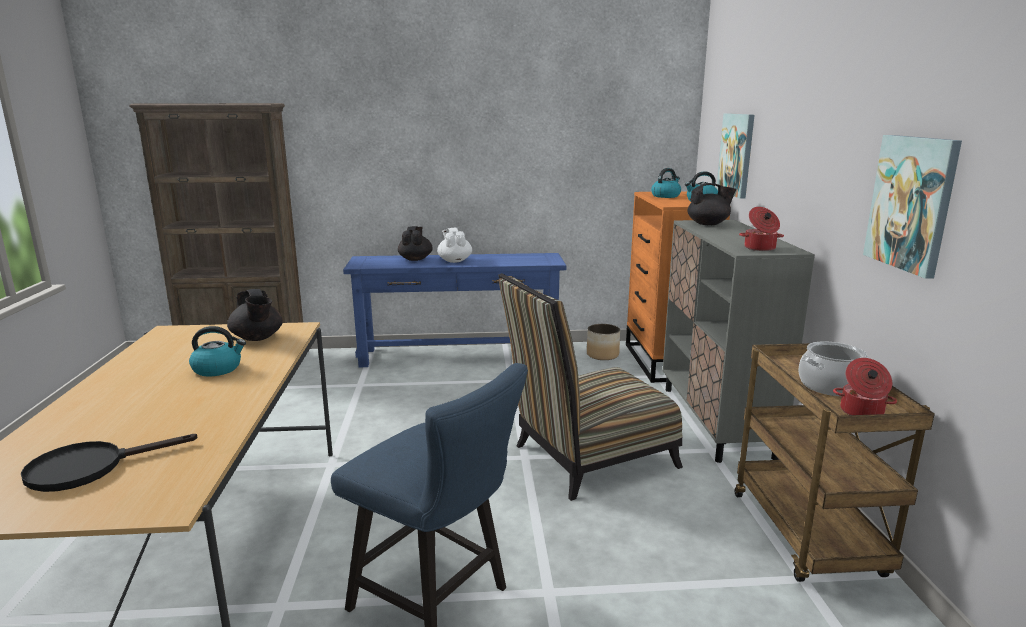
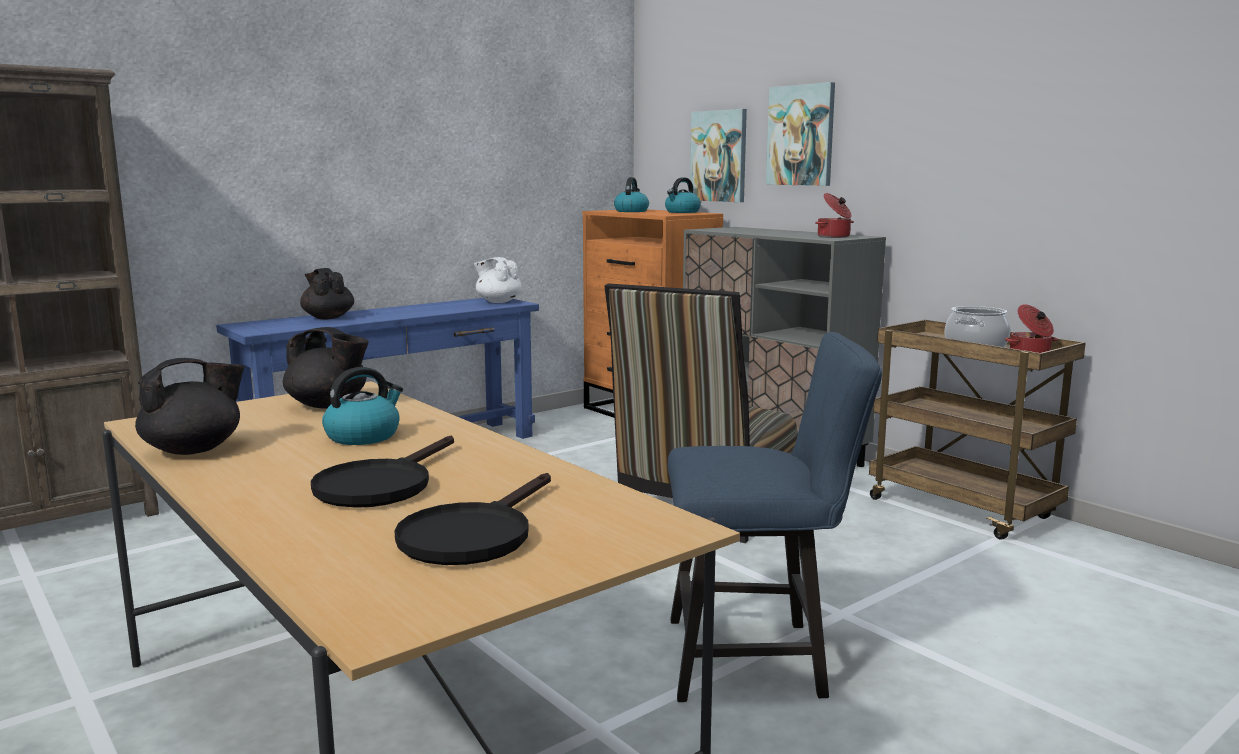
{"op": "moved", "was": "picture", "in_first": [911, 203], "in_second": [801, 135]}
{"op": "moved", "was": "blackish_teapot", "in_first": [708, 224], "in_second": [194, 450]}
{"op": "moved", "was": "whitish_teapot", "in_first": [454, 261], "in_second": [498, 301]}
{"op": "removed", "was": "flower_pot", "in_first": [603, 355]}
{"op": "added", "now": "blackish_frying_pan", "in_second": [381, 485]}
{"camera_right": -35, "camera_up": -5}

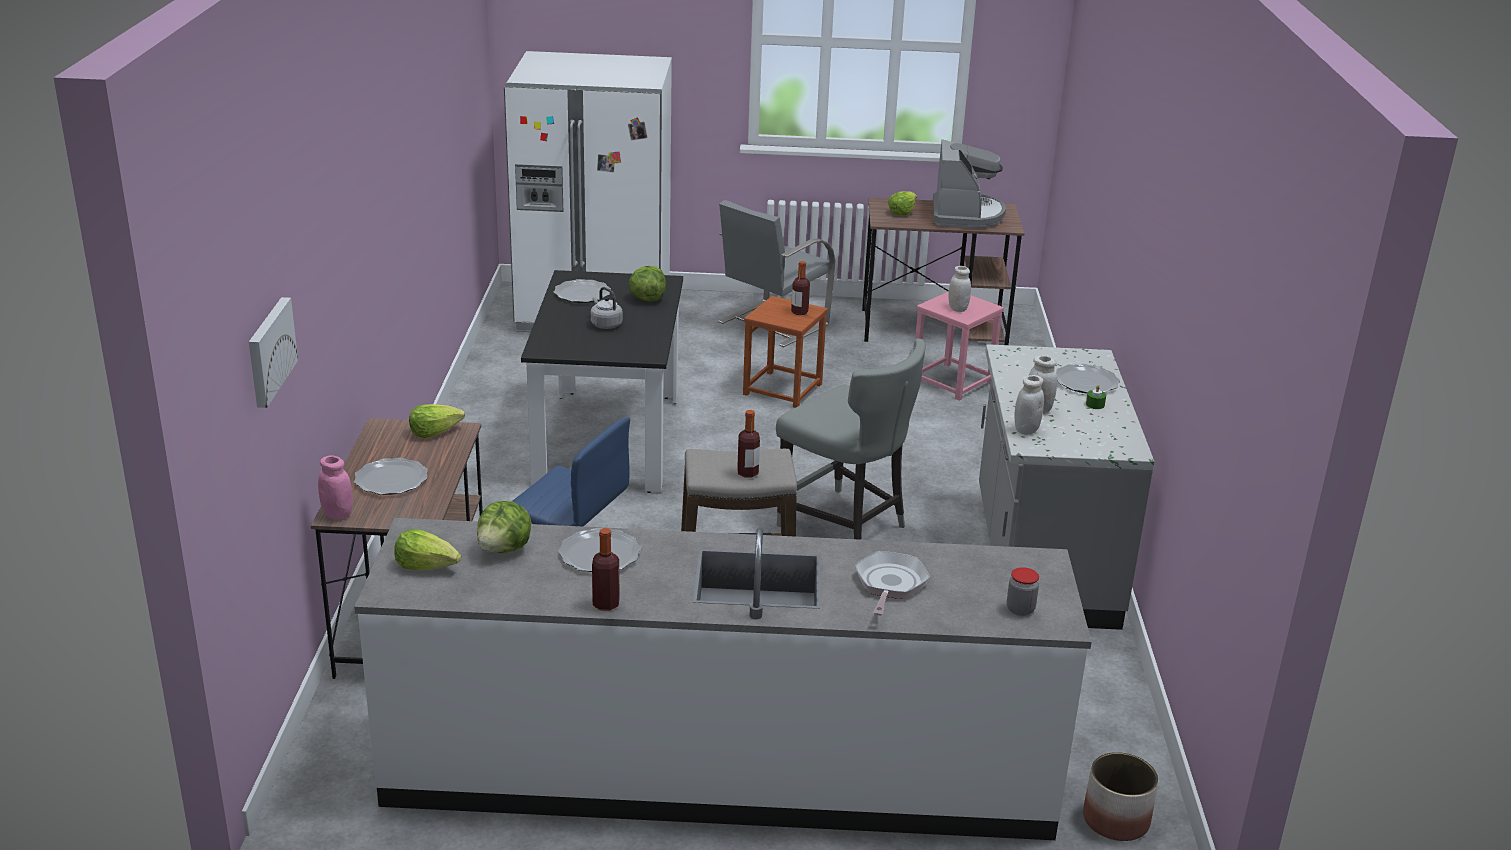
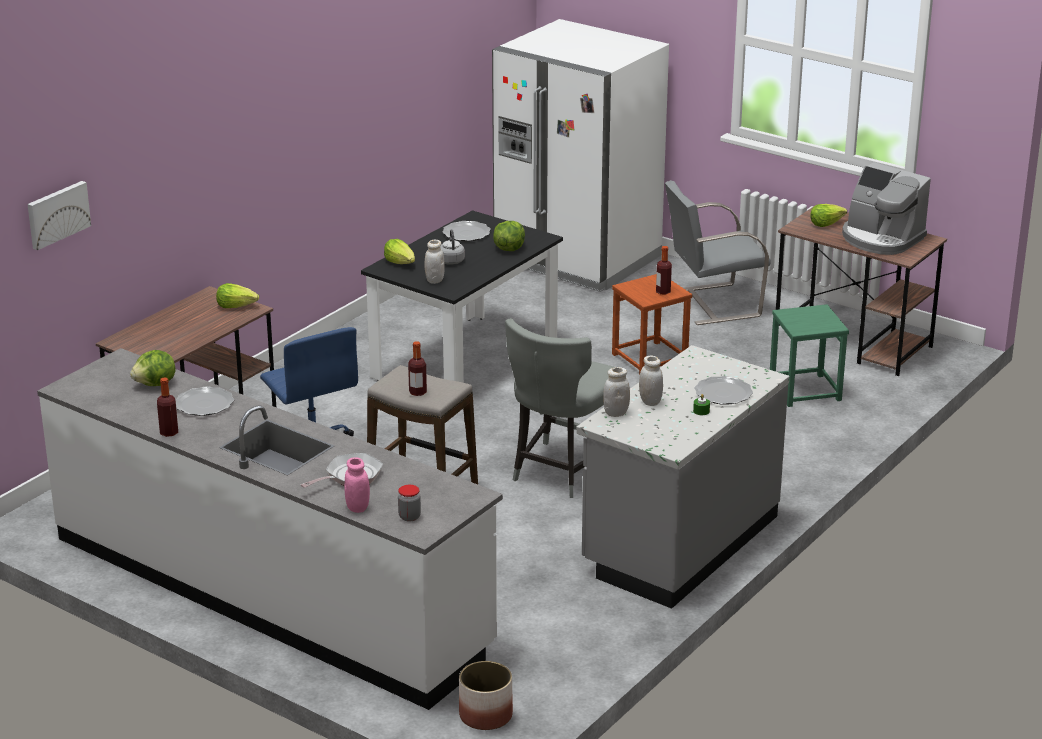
{"op": "turned", "was": "coffee_brewer", "in_first": [966, 215], "in_second": [881, 239], "clockwise": 90}
{"op": "moved", "was": "whitish_jar", "in_first": [957, 309], "in_second": [434, 280]}
{"op": "recoloured", "was": "pink-coloured_sitting_stool", "now": "green_sitting_stool", "in_first": [952, 381], "in_second": [804, 390]}
{"op": "turned", "was": "grey_upright_chair", "in_first": [845, 525], "in_second": [560, 471], "clockwise": 45}
{"op": "moved", "was": "pink-coloured_jar", "in_first": [337, 514], "in_second": [357, 507]}
{"op": "removed", "was": "flat_dish", "in_first": [391, 480]}
{"op": "moved", "was": "lettuce", "in_first": [427, 566], "in_second": [400, 262]}
{"camera_right": 35, "camera_up": 0}

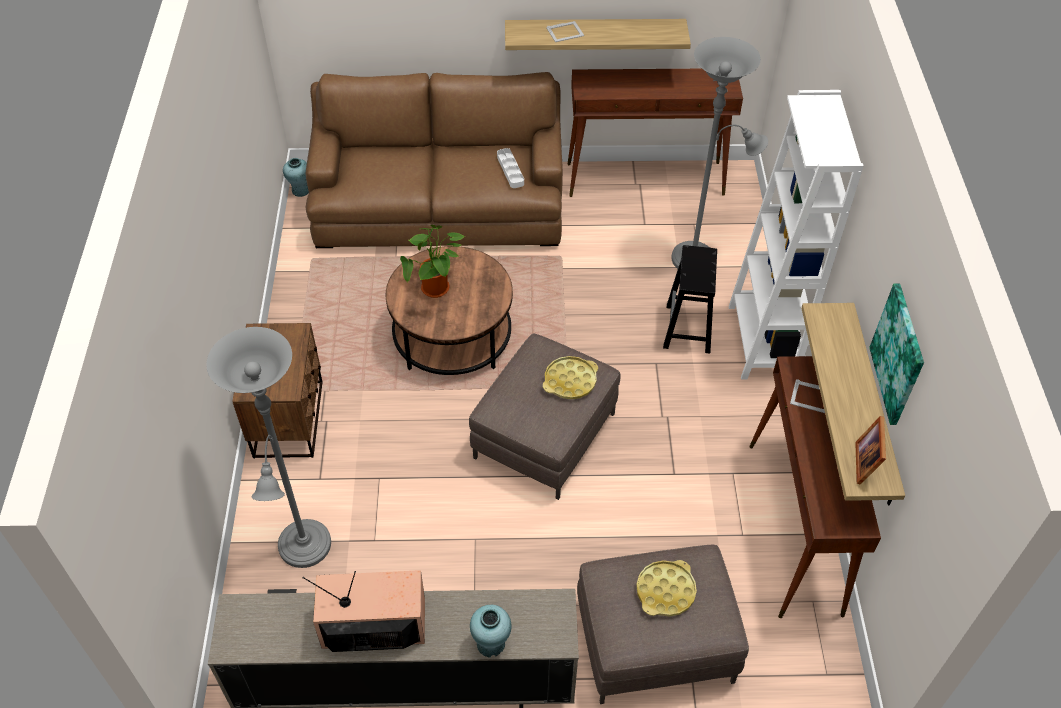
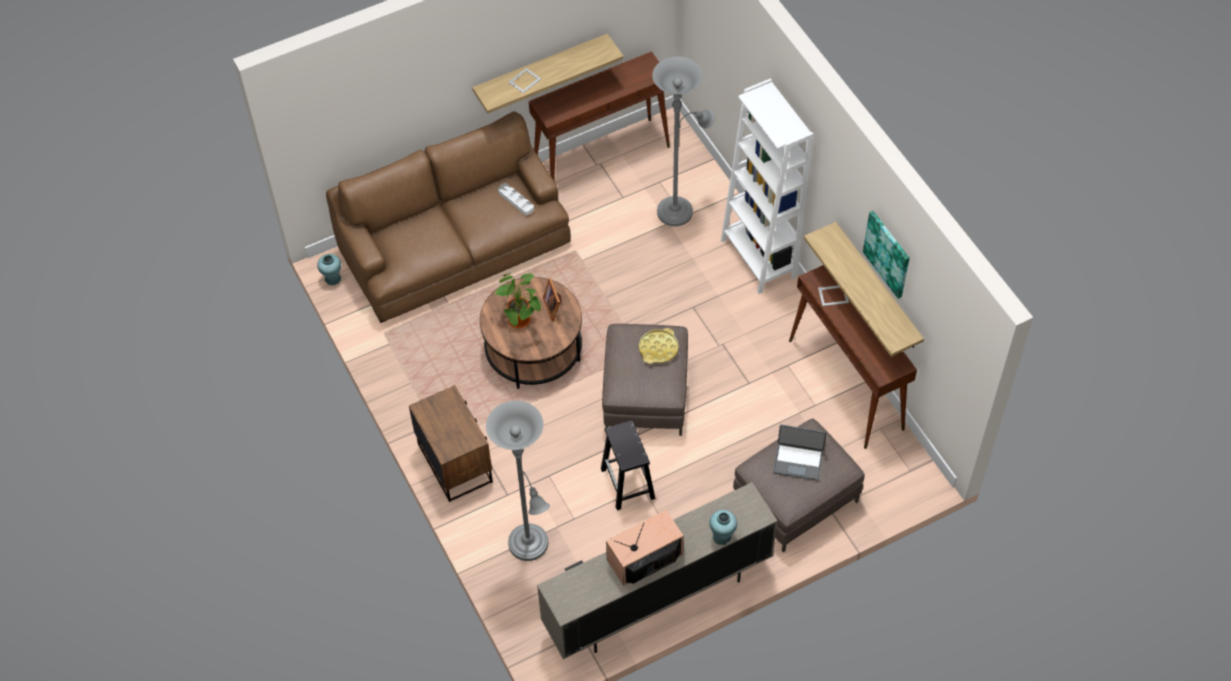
{"op": "moved", "was": "blackish_sitting_stool", "in_first": [688, 329], "in_second": [628, 484]}
{"op": "moved", "was": "photo_frame", "in_first": [868, 463], "in_second": [554, 306]}
{"op": "replaced", "was": "yellow_carrying_tray", "now": "laptop", "in_first": [665, 591], "in_second": [798, 461]}
{"camera_right": -25, "camera_up": 5}

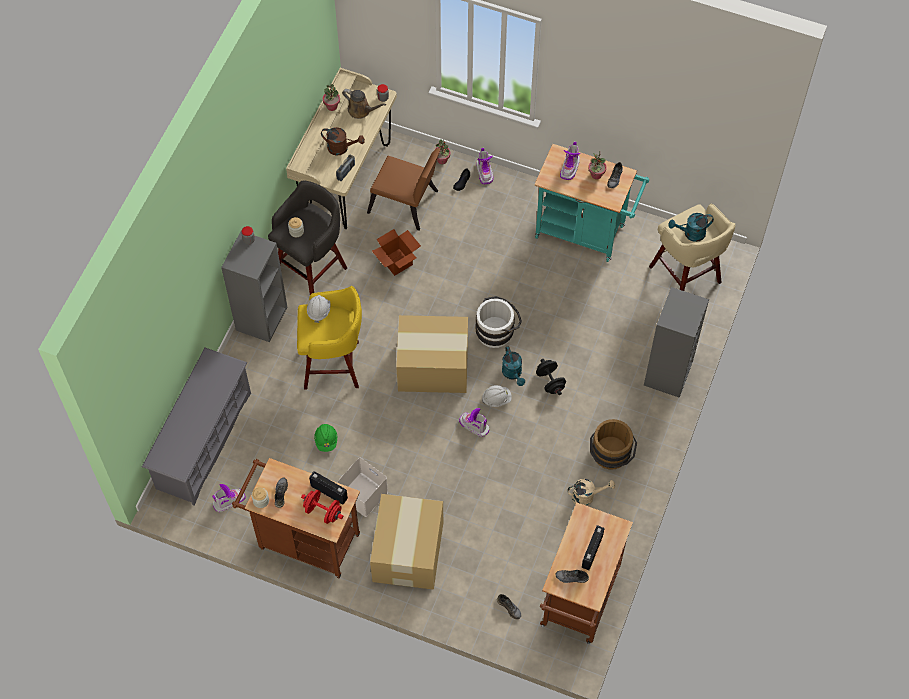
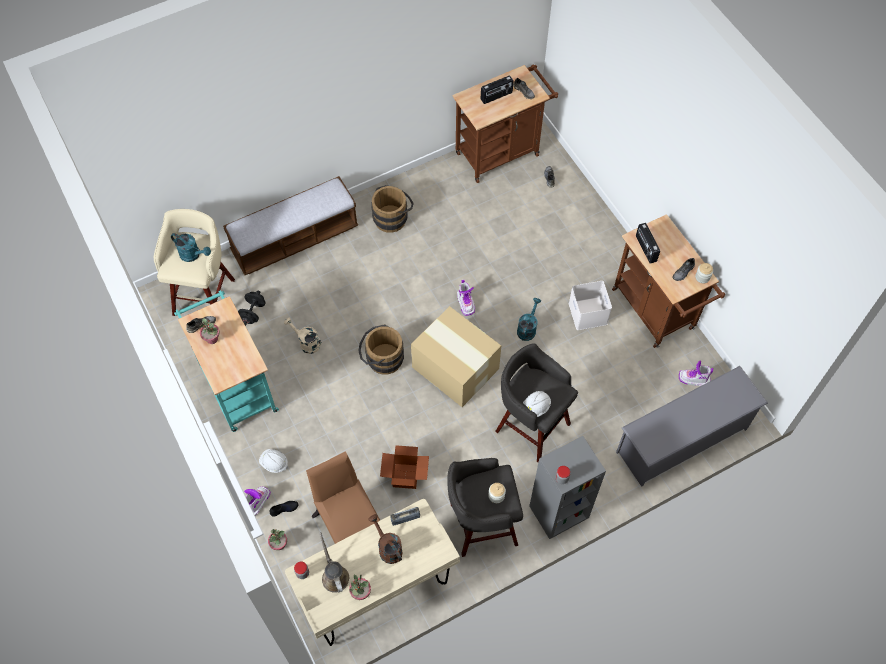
{"op": "removed", "was": "boot", "in_first": [570, 168]}
{"op": "recoloured", "was": "yellow_sitting_stool", "now": "grey_sitting_stool", "in_first": [334, 365], "in_second": [530, 426]}
{"op": "replaced", "was": "grey_shelving_unit", "now": "indoor_bench", "in_first": [668, 373], "in_second": [295, 239]}
{"op": "recoloured", "was": "whitish_water_bucket", "now": "brown-coloured_water_bucket", "in_first": [497, 330], "in_second": [381, 359]}
{"op": "moved", "was": "turquoise_watering_pot", "in_first": [513, 374], "in_second": [527, 328]}
{"op": "moved", "was": "blackish_free_weight", "in_first": [550, 382], "in_second": [253, 313]}
{"op": "moved", "was": "whitish_safety_helmet", "in_first": [496, 399], "in_second": [274, 463]}
{"op": "removed", "was": "green_safety_helmet", "in_first": [326, 440]}
{"op": "moved", "was": "sand-coloured_watering_pot", "in_first": [587, 496], "in_second": [306, 343]}
{"op": "removed", "was": "red_free_weight", "in_first": [323, 511]}
{"op": "removed", "was": "carton", "in_first": [407, 553]}
{"camera_right": -140, "camera_up": 0}

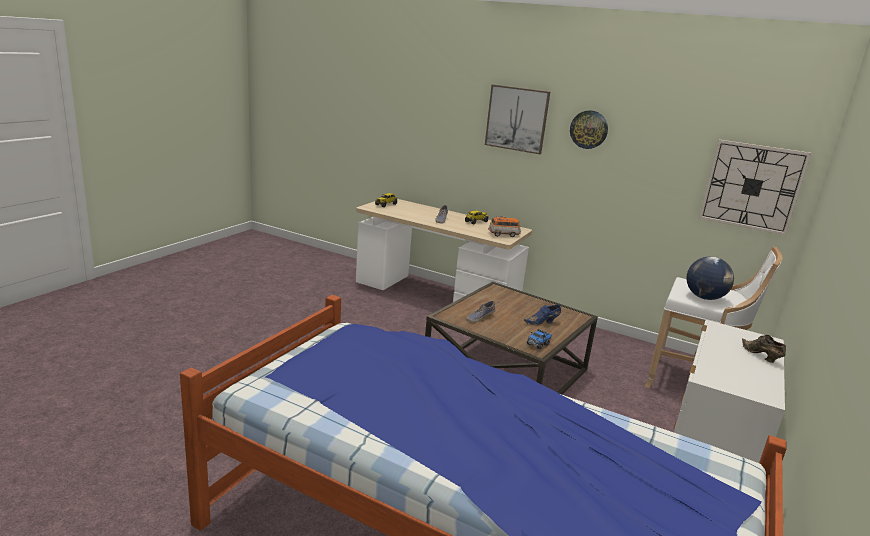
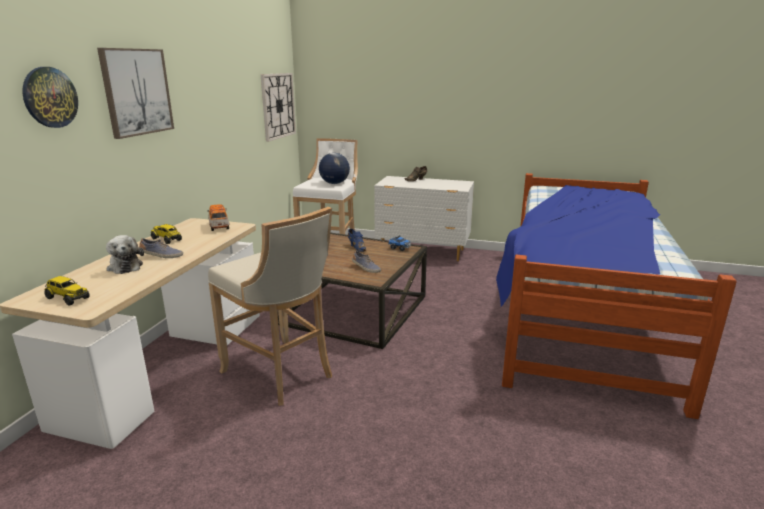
{"op": "moved", "was": "hanging_clock", "in_first": [589, 129], "in_second": [50, 97]}
{"op": "added", "now": "sand-coloured_sitting_stool", "in_second": [281, 374]}
{"op": "added", "now": "soft_toy", "in_second": [125, 266]}
{"camera_right": -100, "camera_up": 0}

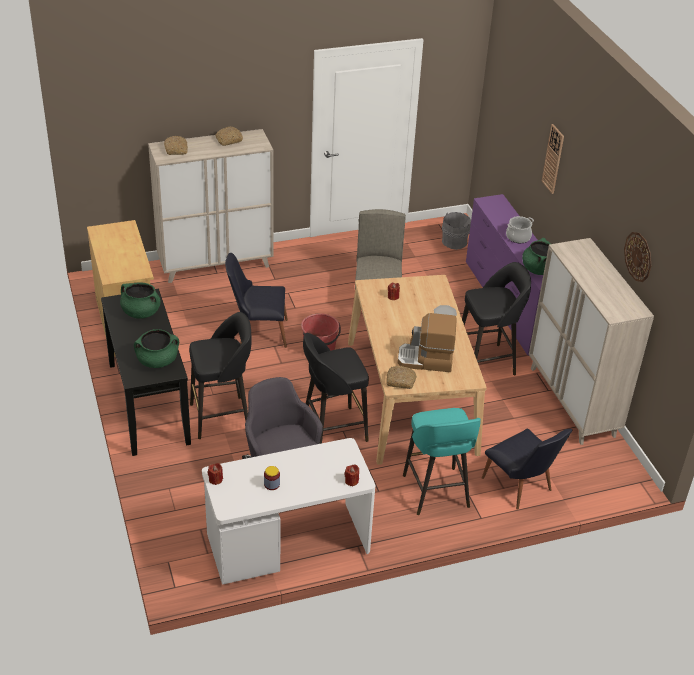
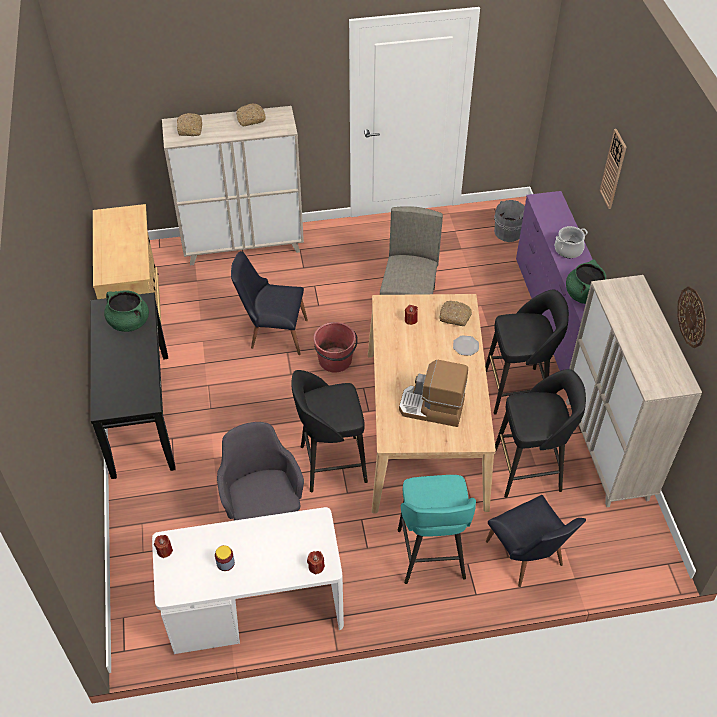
{"op": "moved", "was": "blackish_sitting_stool", "in_first": [222, 417], "in_second": [529, 470]}
{"op": "removed", "was": "green_stockpot", "in_first": [157, 361]}
{"op": "moved", "was": "bread", "in_first": [401, 381], "in_second": [455, 316]}
{"camera_right": 10, "camera_up": 10}

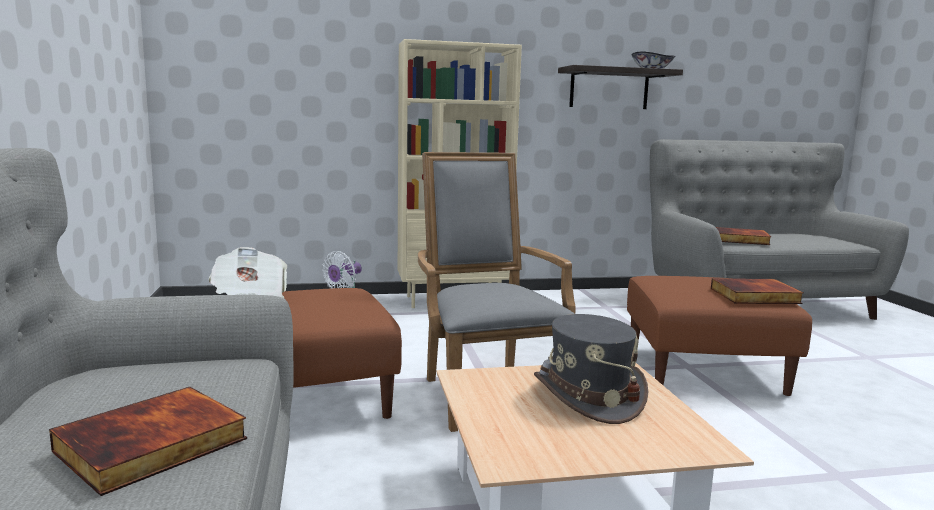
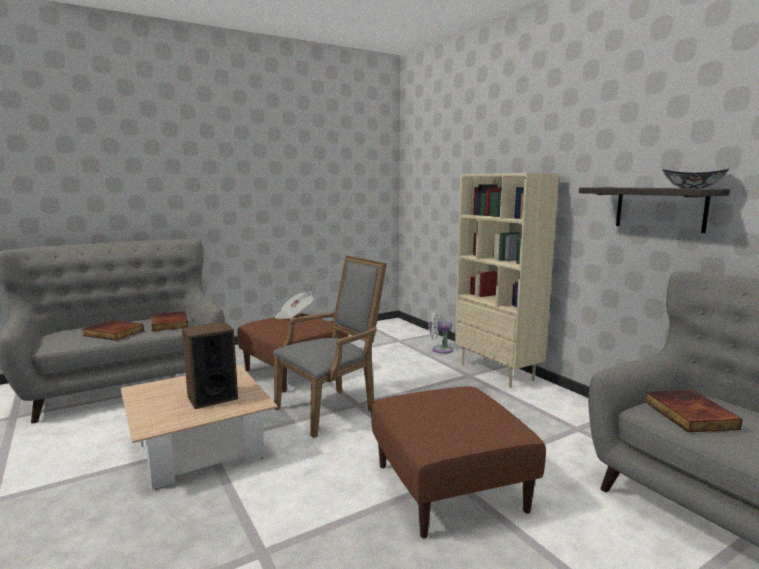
{"op": "moved", "was": "book", "in_first": [755, 296], "in_second": [168, 324]}
{"op": "replaced", "was": "grey_clothing_hat", "now": "speaker", "in_first": [588, 397], "in_second": [212, 398]}
{"camera_right": 70, "camera_up": 0}

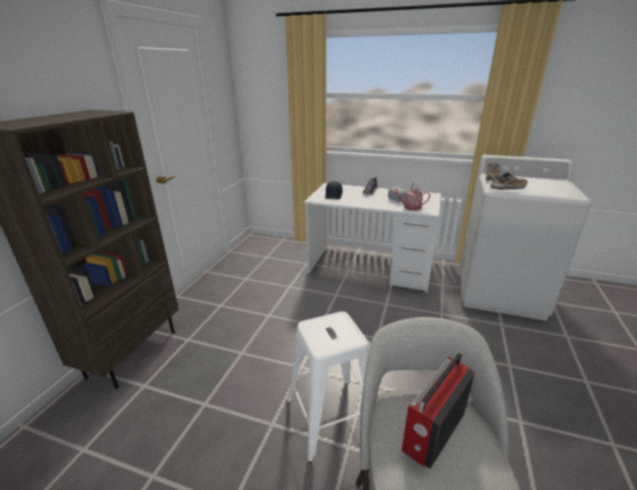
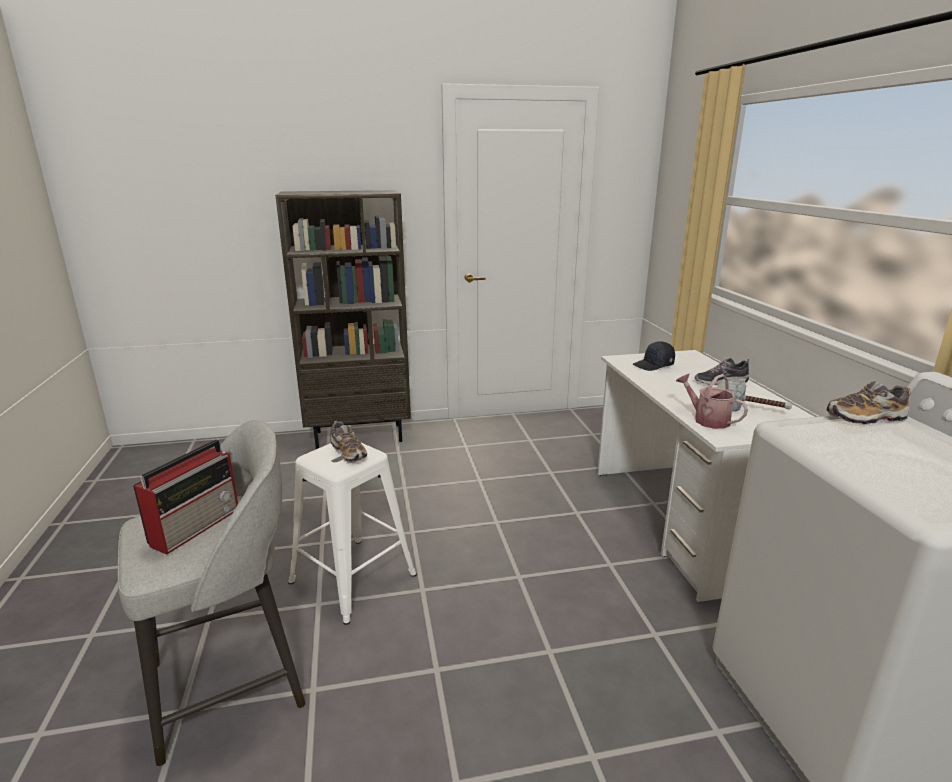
{"op": "moved", "was": "item_of_footwear", "in_first": [507, 188], "in_second": [348, 453]}
{"op": "turned", "was": "radio_set", "in_first": [432, 432], "in_second": [197, 525], "clockwise": 105}
{"camera_right": 60, "camera_up": -5}

